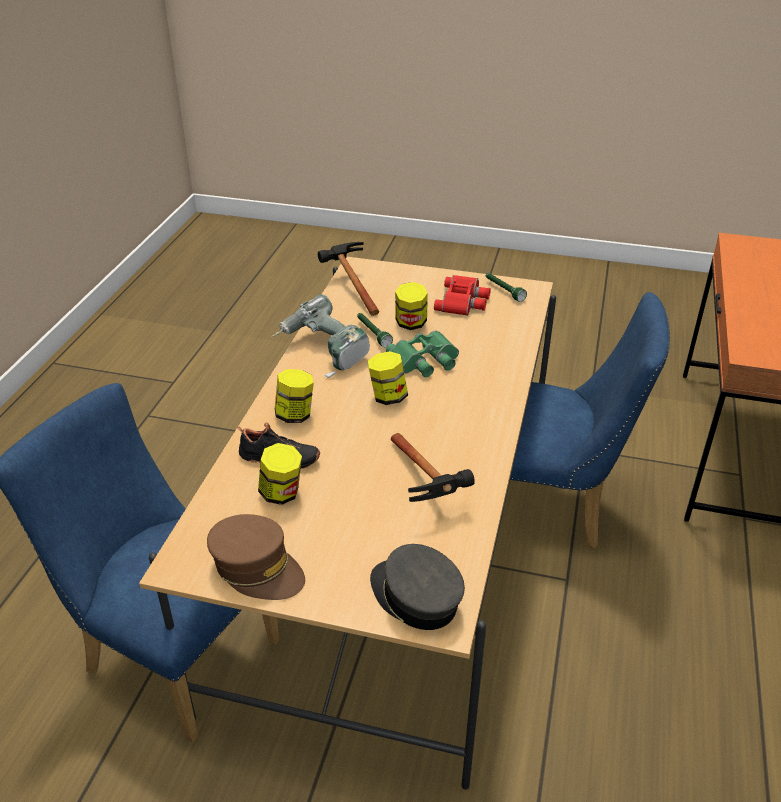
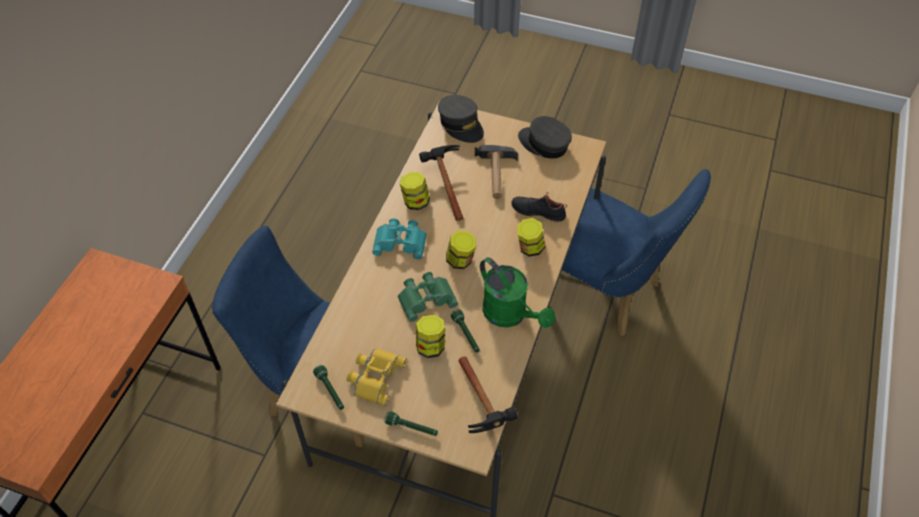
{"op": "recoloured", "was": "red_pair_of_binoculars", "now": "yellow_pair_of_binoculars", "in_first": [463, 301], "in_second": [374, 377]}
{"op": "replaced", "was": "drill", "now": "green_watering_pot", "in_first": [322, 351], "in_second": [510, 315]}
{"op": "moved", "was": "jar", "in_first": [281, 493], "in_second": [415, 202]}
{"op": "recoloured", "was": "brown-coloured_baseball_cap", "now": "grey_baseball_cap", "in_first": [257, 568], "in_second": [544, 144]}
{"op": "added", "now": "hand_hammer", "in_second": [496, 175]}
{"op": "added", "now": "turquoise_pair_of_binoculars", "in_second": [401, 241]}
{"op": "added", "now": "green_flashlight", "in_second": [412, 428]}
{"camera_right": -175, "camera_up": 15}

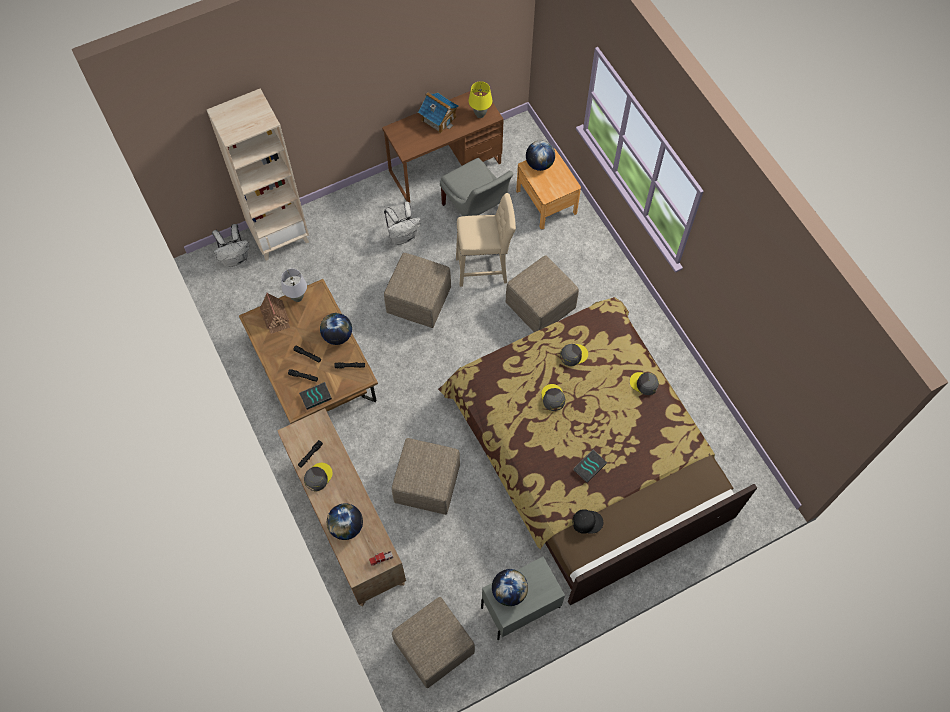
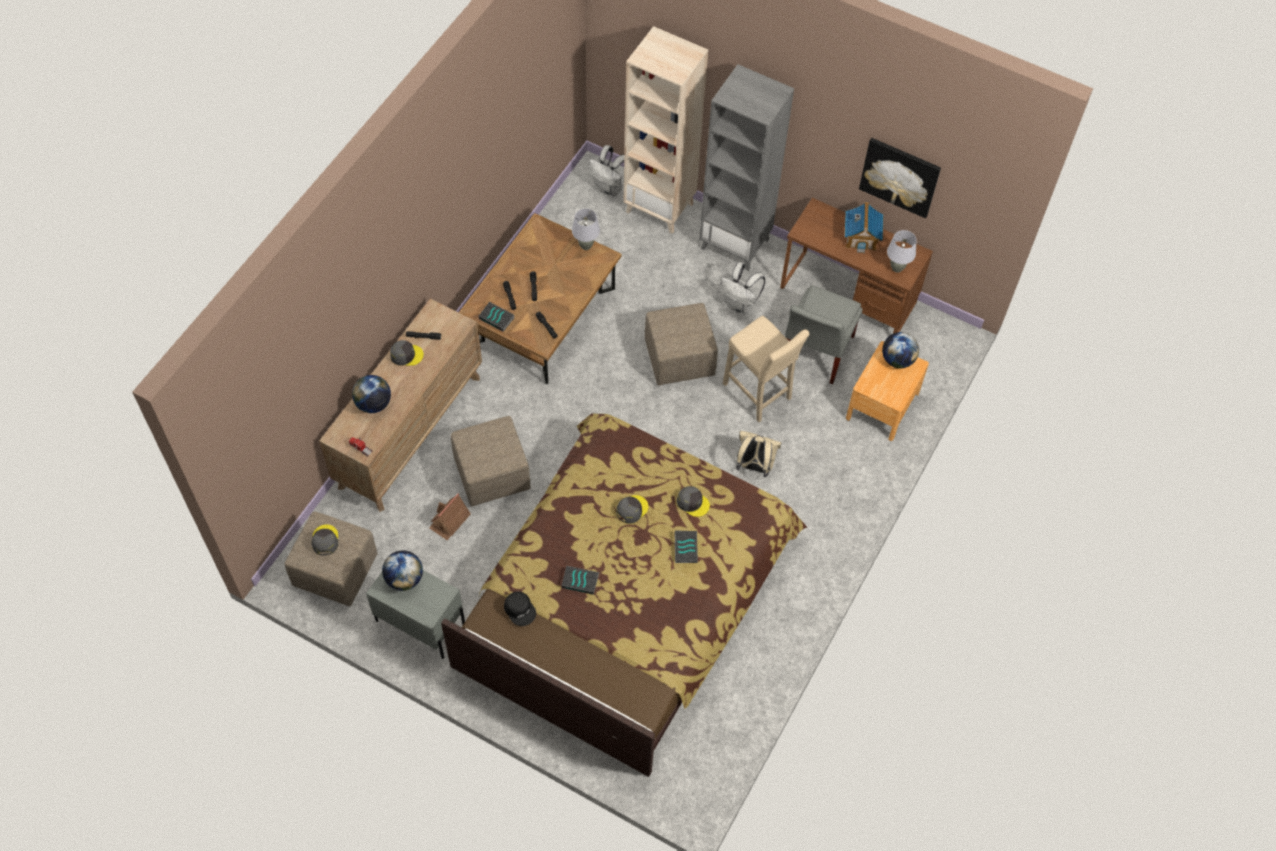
{"op": "recoloured", "was": "yellow_table_lamp", "now": "grey_table_lamp", "in_first": [480, 114], "in_second": [897, 268]}
{"op": "replaced", "was": "sand-coloured_pouffe", "now": "sand-coloured_rucksack", "in_first": [540, 307], "in_second": [754, 466]}
{"op": "moved", "was": "toy_house", "in_first": [275, 317], "in_second": [449, 521]}
{"op": "removed", "was": "world_globe", "in_first": [337, 336]}
{"op": "moved", "was": "grey_baseball_cap", "in_first": [644, 384], "in_second": [325, 540]}
{"op": "added", "now": "grey_shelving_unit", "in_second": [735, 244]}
{"op": "added", "now": "picture", "in_second": [900, 176]}
{"op": "added", "now": "book", "in_second": [685, 548]}
{"camera_right": 55, "camera_up": -5}

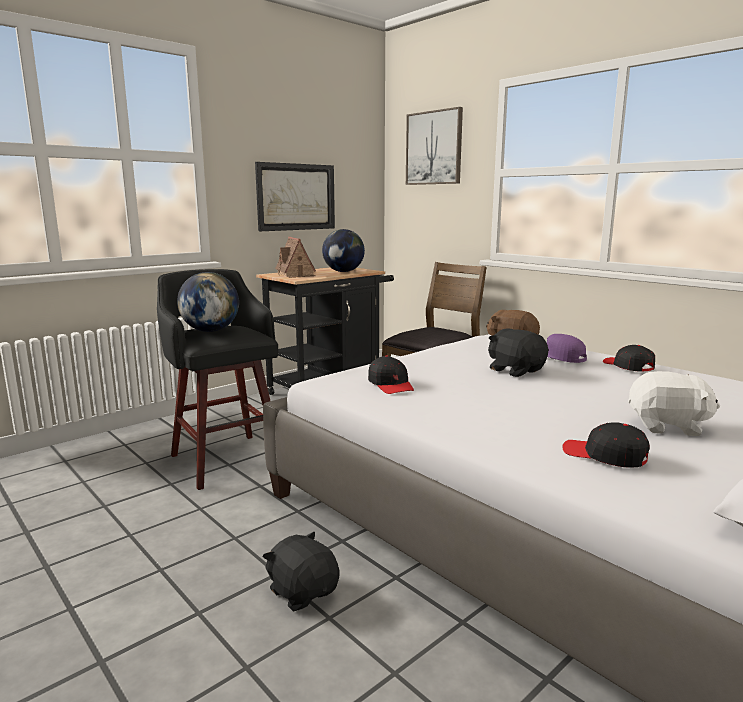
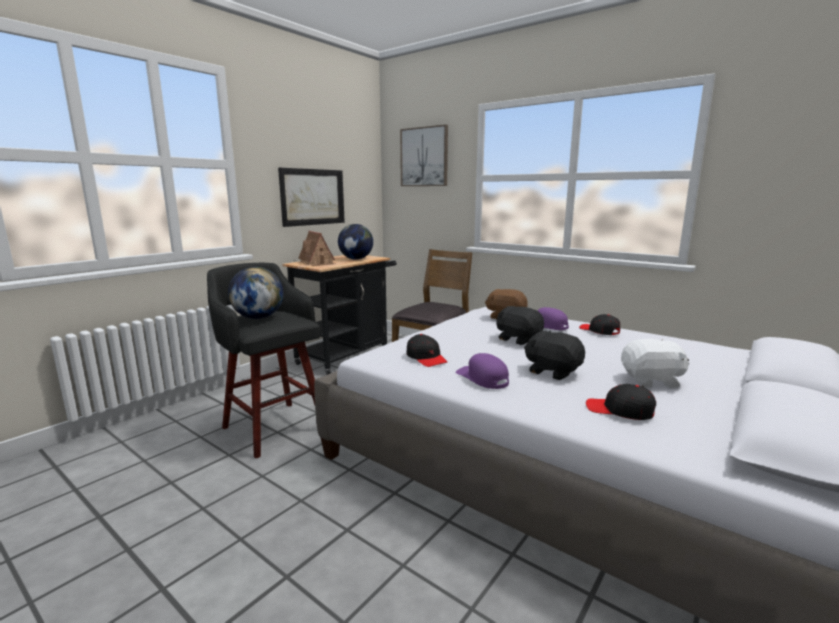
{"op": "moved", "was": "blackish_soft_toy", "in_first": [303, 591], "in_second": [553, 371]}
{"op": "added", "now": "purple_baseball_cap", "in_second": [482, 378]}
{"camera_right": -10, "camera_up": 0}

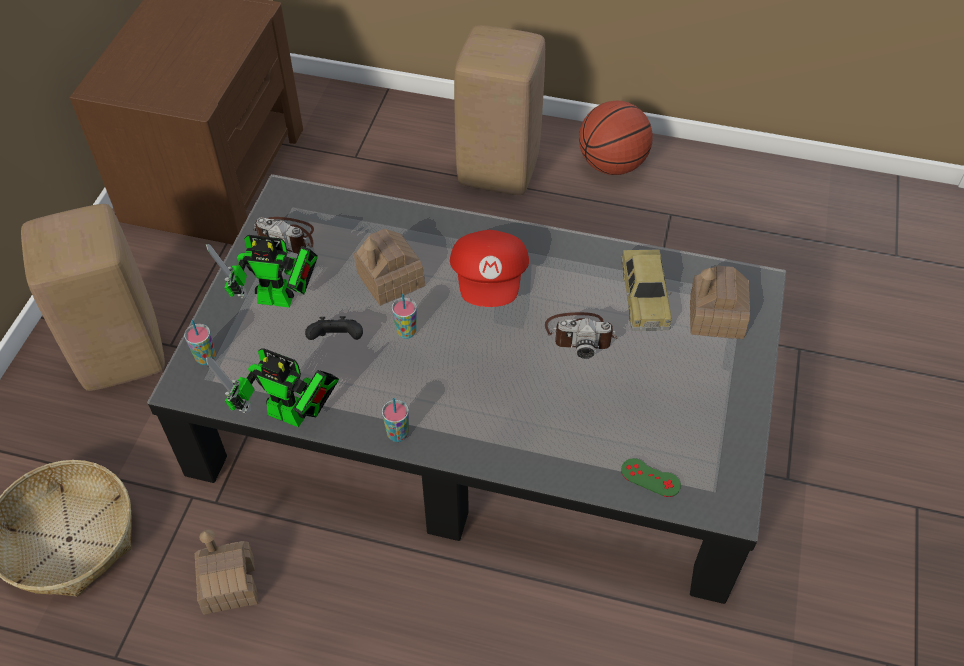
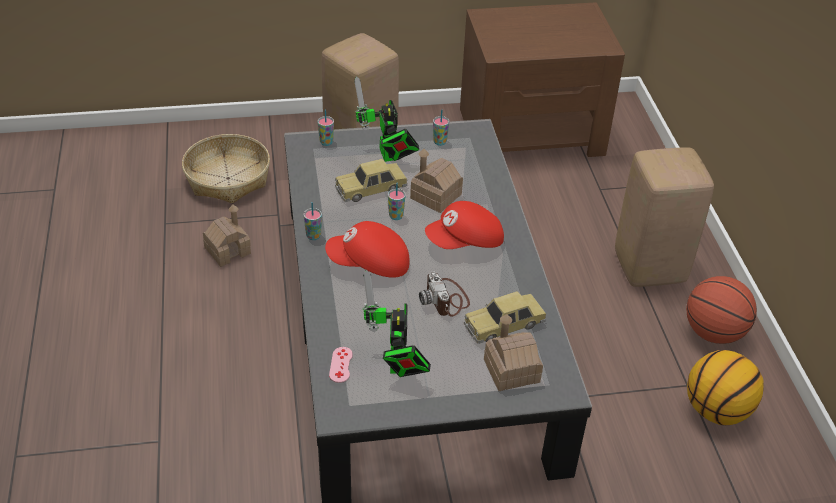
{"op": "replaced", "was": "still_camera", "now": "cup", "in_first": [286, 238], "in_second": [440, 142]}
{"op": "replaced", "was": "blackish_joypad", "now": "model_car", "in_first": [337, 340], "in_second": [371, 189]}
{"op": "moved", "was": "model_robot", "in_first": [293, 416], "in_second": [397, 366]}
{"op": "recoloured", "was": "green_joypad", "now": "pink-coloured_joypad", "in_first": [650, 478], "in_second": [341, 365]}
{"op": "added", "now": "red_baseball_cap", "in_second": [369, 264]}
{"op": "added", "now": "basketball_ball", "in_second": [717, 410]}
{"camera_right": 65, "camera_up": -10}

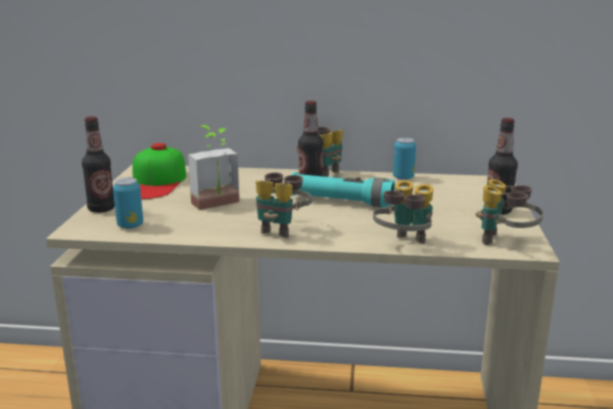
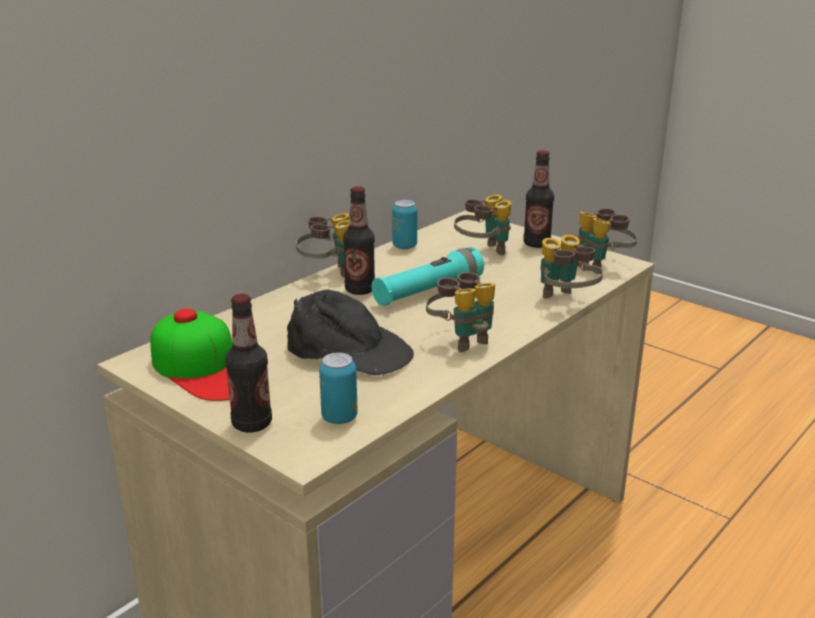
{"op": "replaced", "was": "houseplant", "now": "blackish_baseball_cap", "in_first": [219, 205], "in_second": [348, 351]}
{"op": "added", "now": "pair_of_binoculars", "in_second": [483, 252]}
{"camera_right": -55, "camera_up": 5}

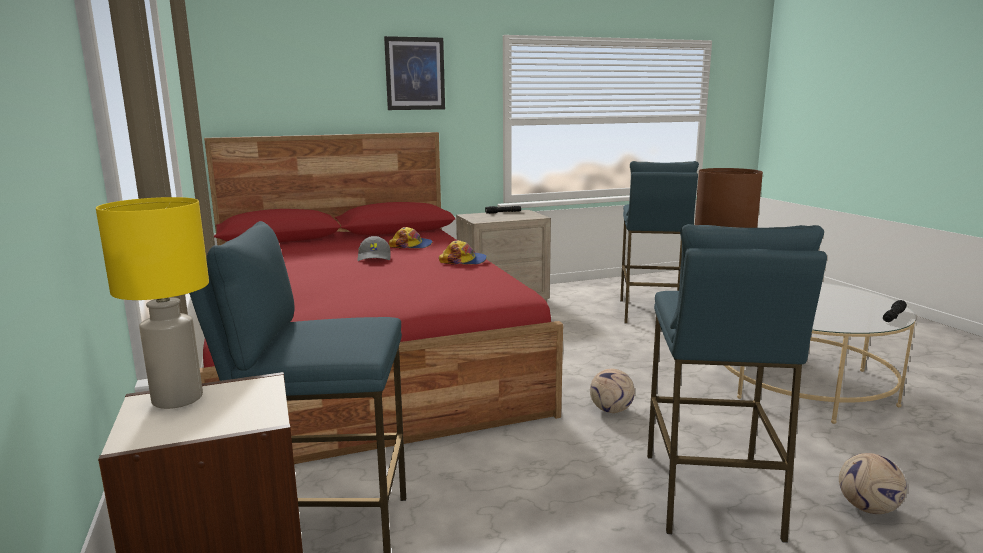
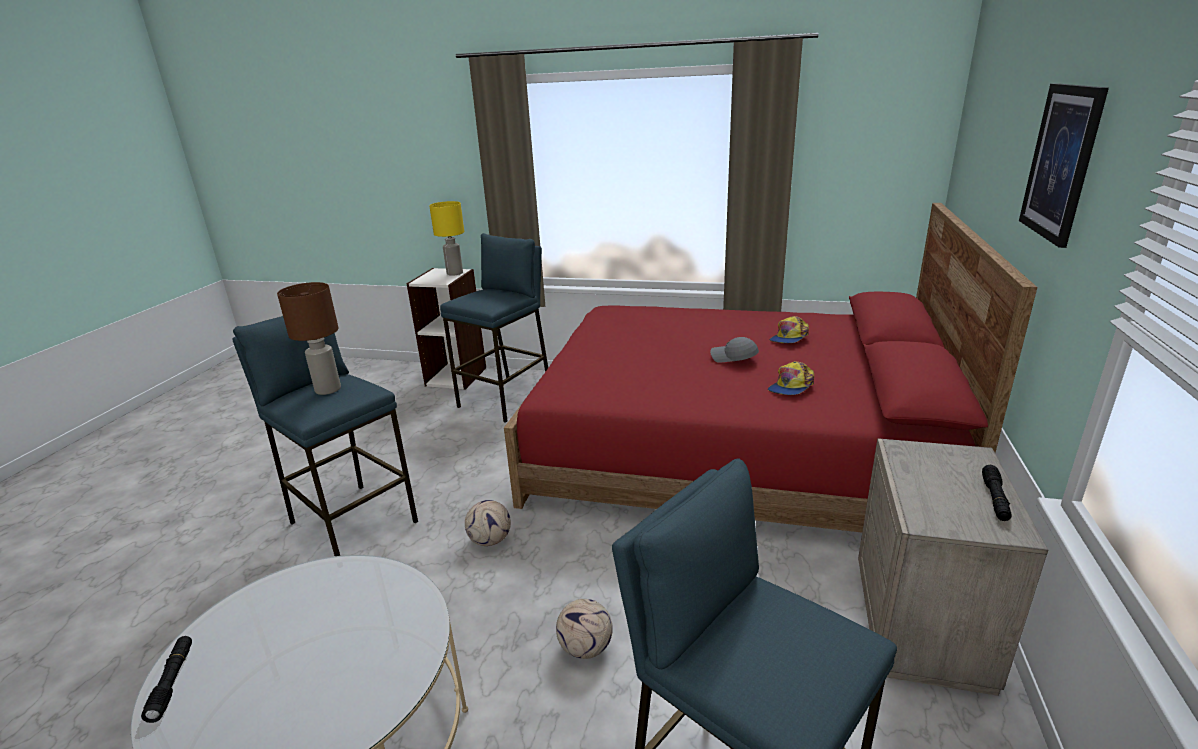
{"op": "moved", "was": "baseball_cap", "in_first": [463, 261], "in_second": [789, 338]}
{"op": "moved", "was": "football_ball", "in_first": [868, 508], "in_second": [585, 647]}
{"camera_right": 125, "camera_up": 10}

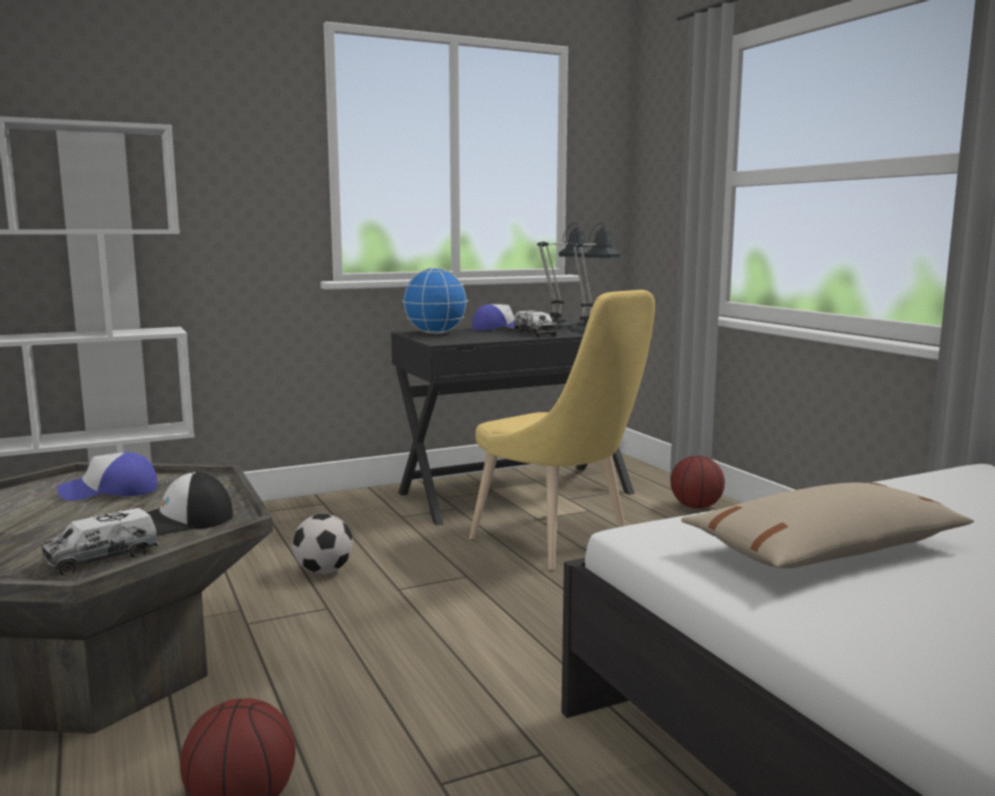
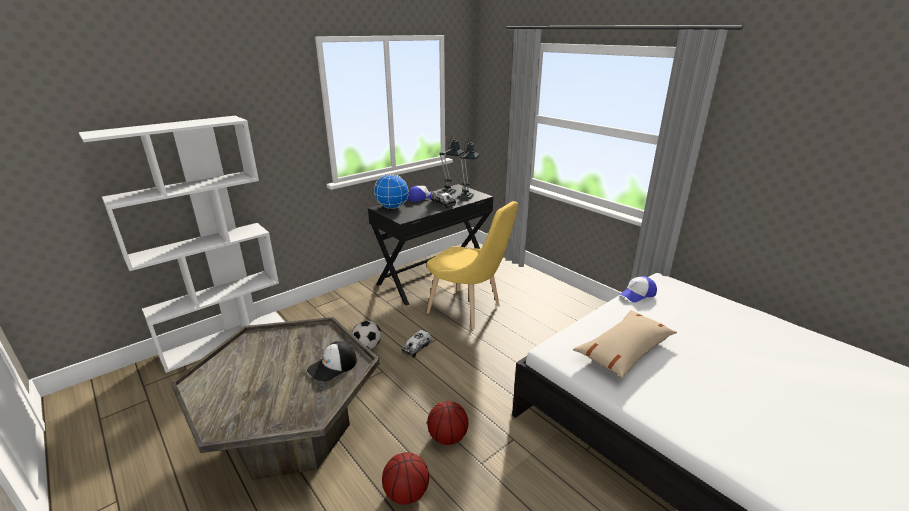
{"op": "moved", "was": "baseball_cap", "in_first": [110, 492], "in_second": [637, 294]}
{"op": "moved", "was": "basketball_ball", "in_first": [695, 506], "in_second": [447, 437]}
{"op": "moved", "was": "toy_lorry", "in_first": [101, 558], "in_second": [416, 348]}
{"camera_right": -15, "camera_up": 15}

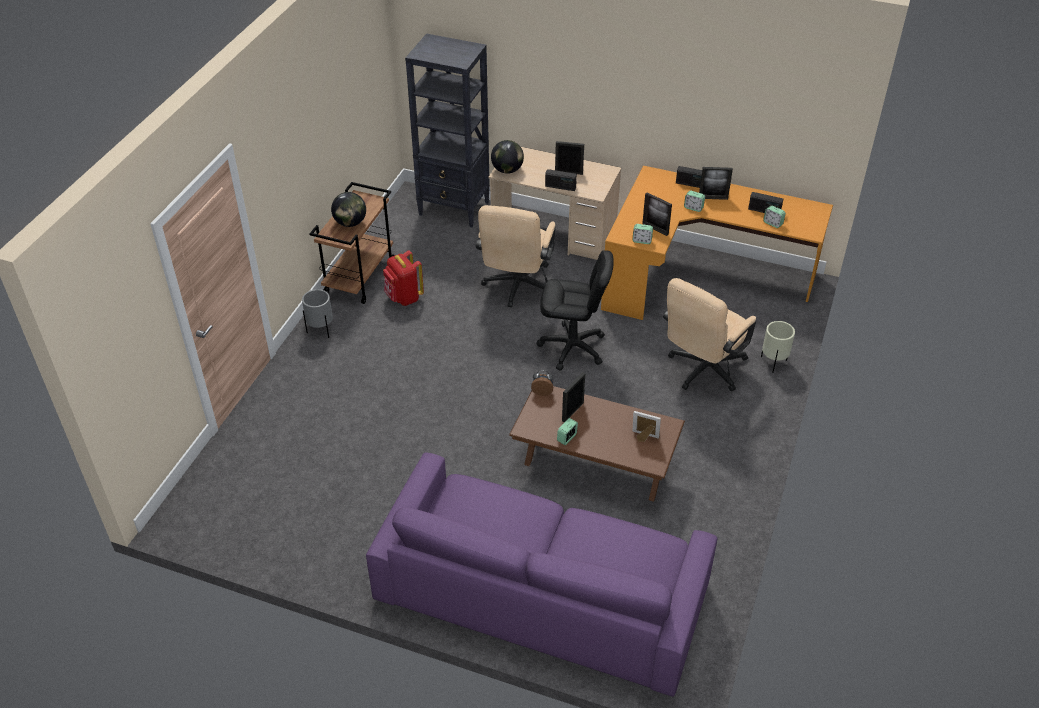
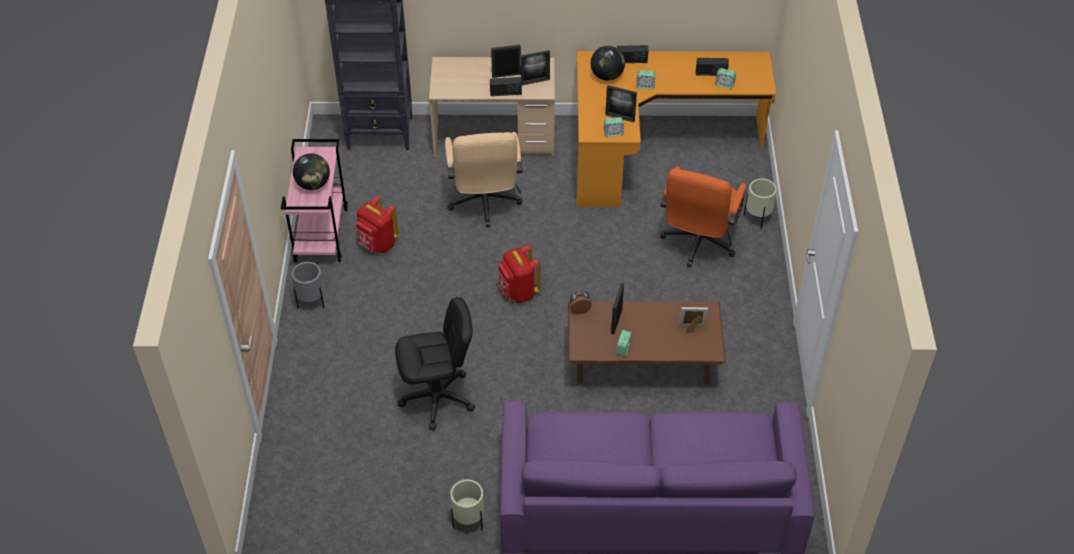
{"op": "moved", "was": "world_globe", "in_first": [507, 170], "in_second": [607, 76]}
{"op": "moved", "was": "photo_frame", "in_first": [713, 198], "in_second": [535, 81]}
{"op": "recoloured", "was": "brown-coloured_cart", "now": "pink-coloured_cart", "in_first": [359, 277], "in_second": [321, 234]}
{"op": "moved", "was": "blackish_computer_chair", "in_first": [572, 347], "in_second": [437, 398]}
{"op": "recoloured", "was": "sand-coloured_computer_chair", "now": "orangey_computer_chair", "in_first": [702, 371], "in_second": [697, 244]}
{"op": "added", "now": "red_rucksack", "in_second": [518, 292]}
{"op": "added", "now": "sand-coloured_flower_pot", "in_second": [468, 521]}
{"camera_right": -20, "camera_up": 5}

